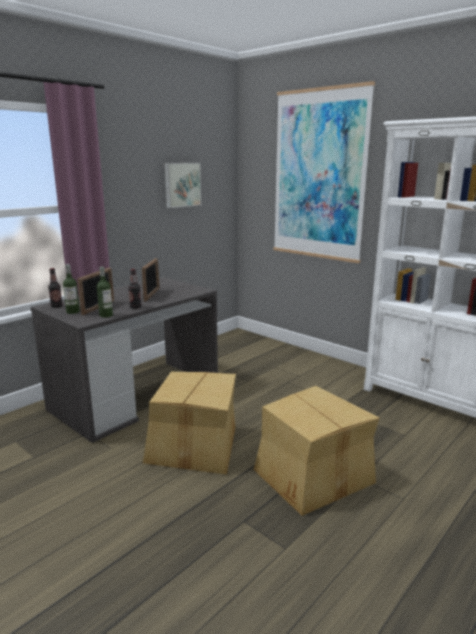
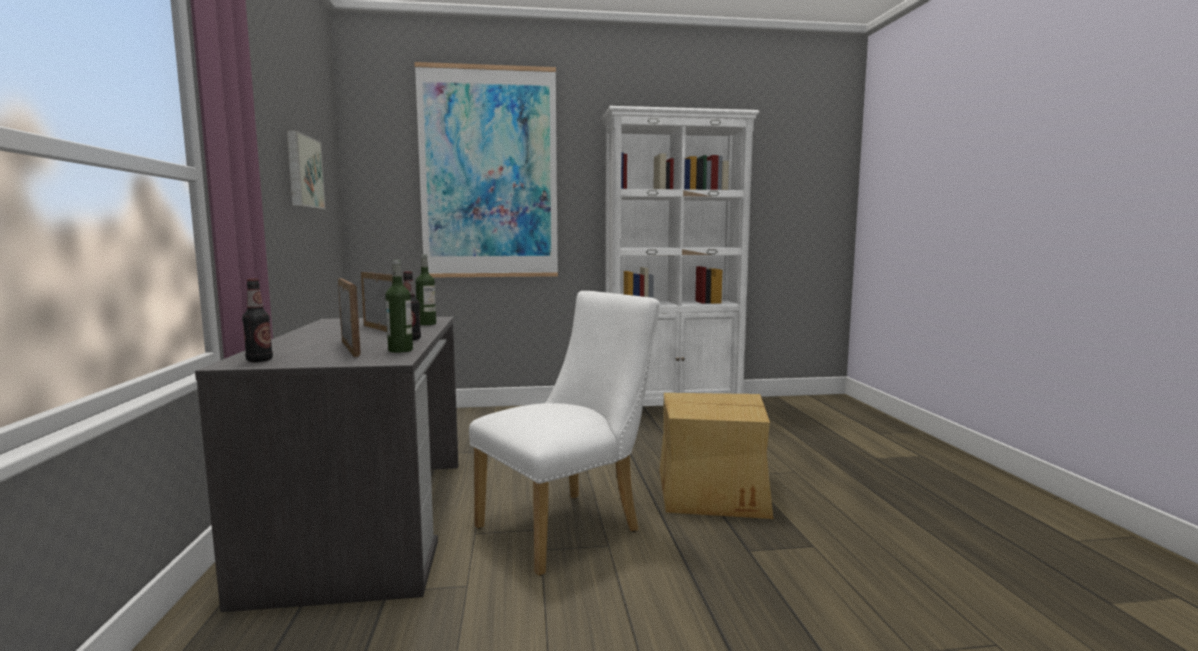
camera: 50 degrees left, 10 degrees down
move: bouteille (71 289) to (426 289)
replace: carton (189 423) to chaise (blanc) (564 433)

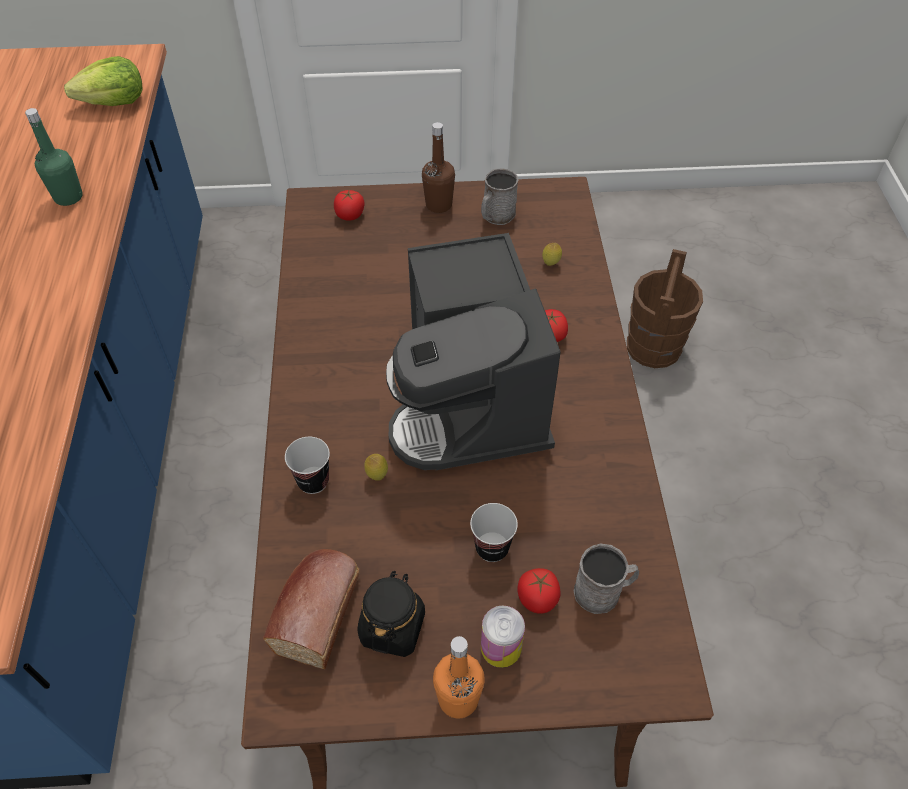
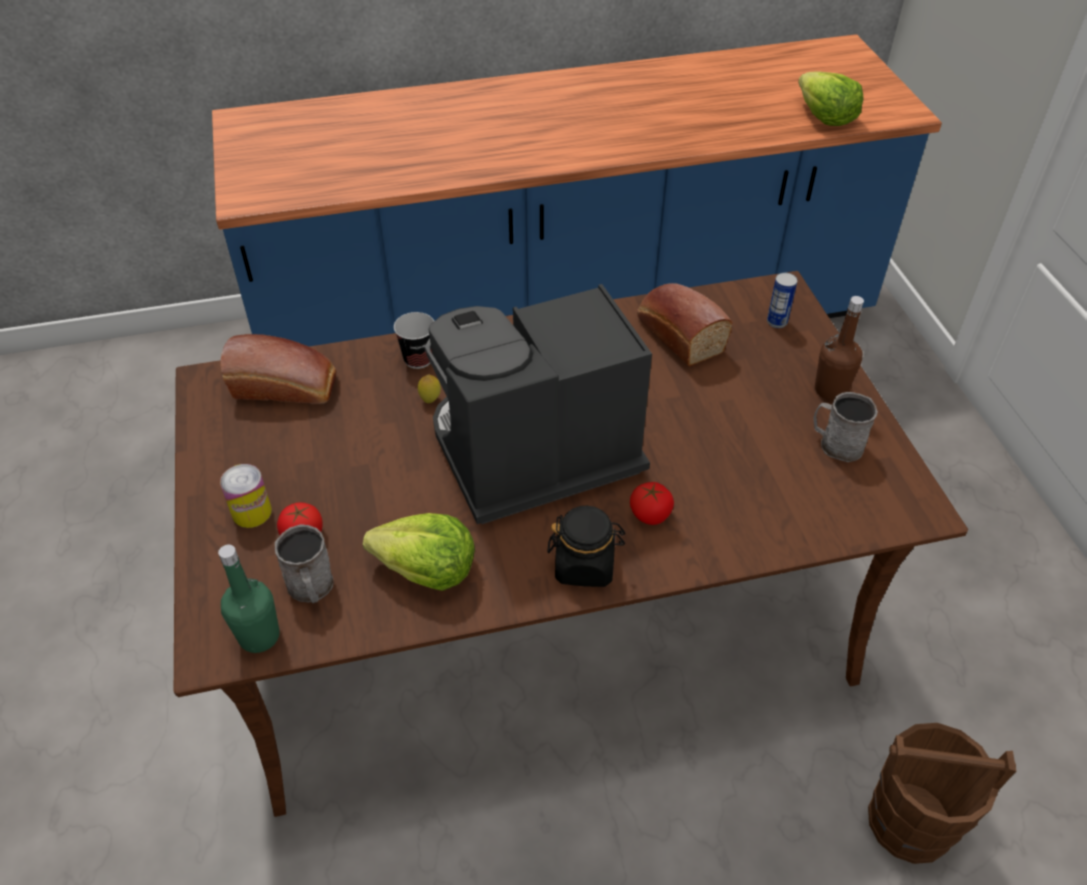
camera: 80 degrees right, 5 degrees down
delete: citron (552 254); tasse (494 532); bouteille (orange) (459 677)
insert: pain (685 325); laitue (419 552)
move: bouteille (vert) (54 157) to (249 598); bocal (noir) (391 614) to (586 546)
replace: tomate (349 205) to boîte métallique (782 300)

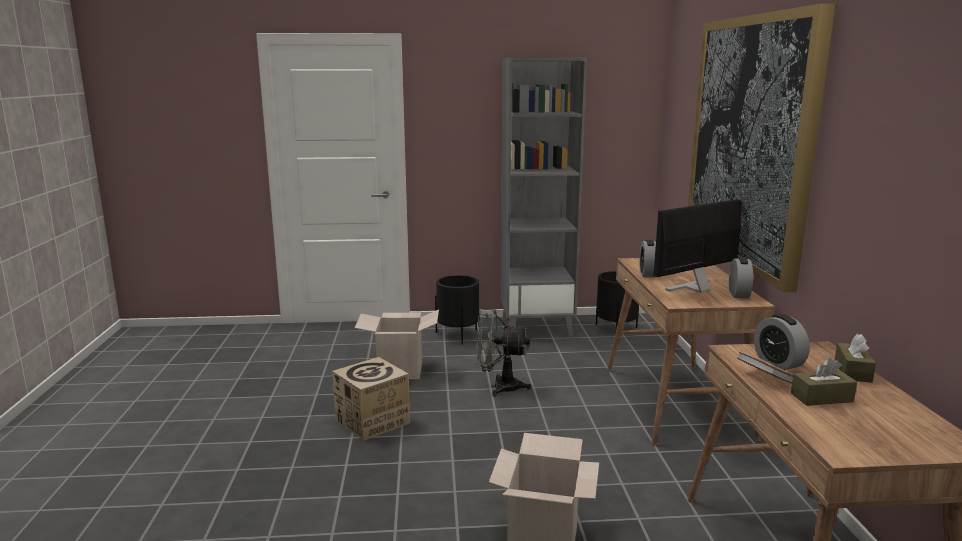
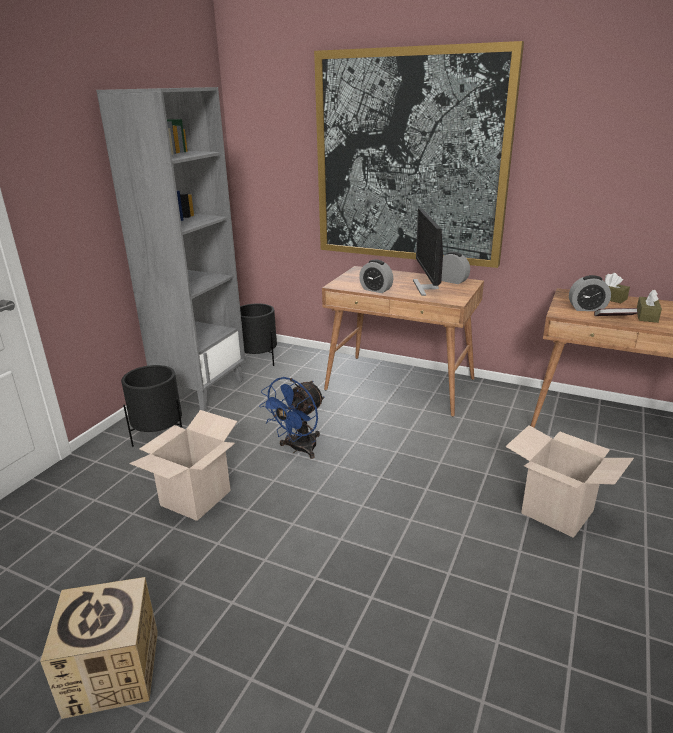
camera: 60 degrees left, 10 degrees up
move: carton (371 399) to (99 648)
recolor: ventilateur (gris) (503 352) to ventilateur (bleu) (292 418)

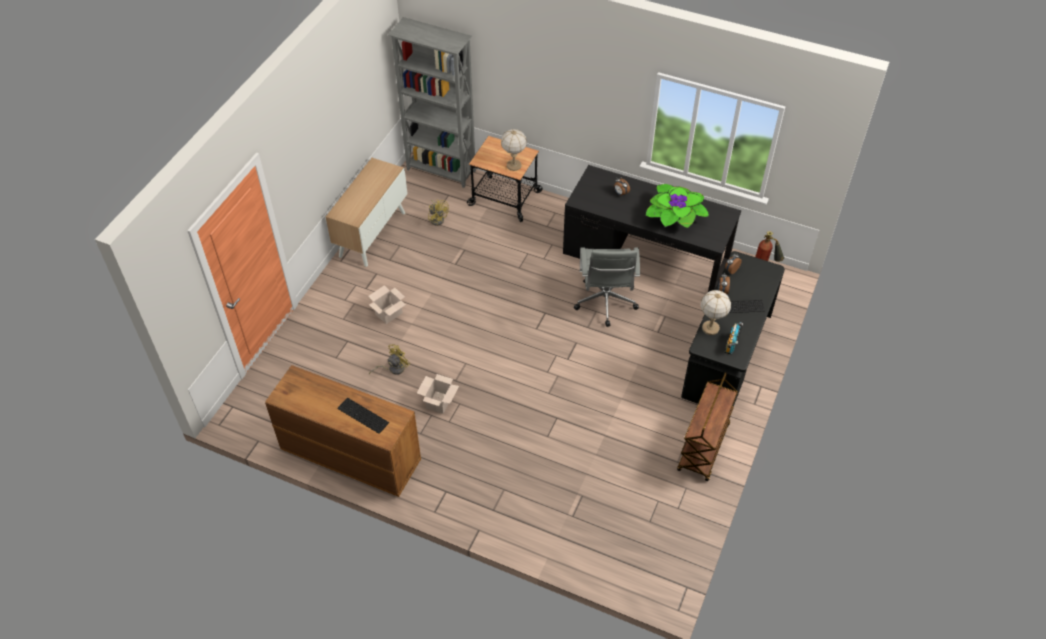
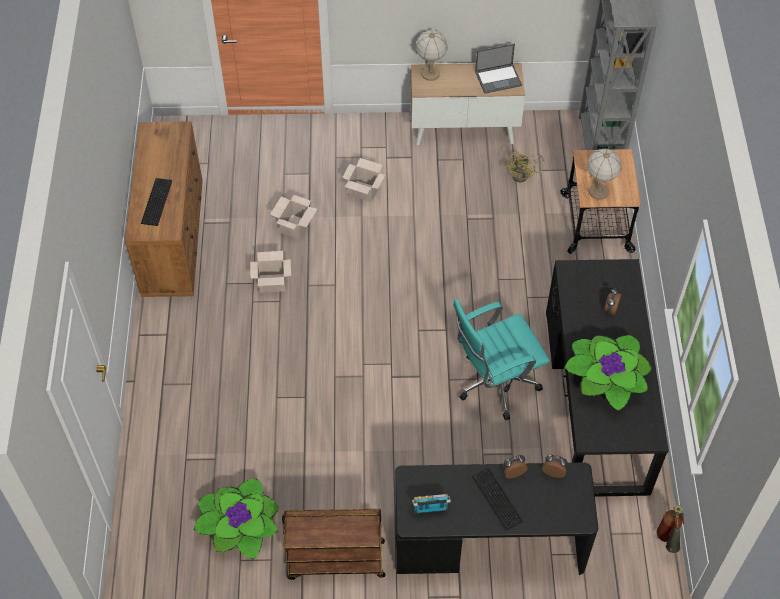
camera: 65 degrees right, 5 degrees up
insert: ordinateur portable (498 69); plante en pot (236 519)
move: lampe de table (716 312) to (432 55)
replace: ventilateur (jaune) (390 359) to carton (293 217)
recolor: chaise de bureau (gris) (607 287) to chaise de bureau (turquoise) (501 359)

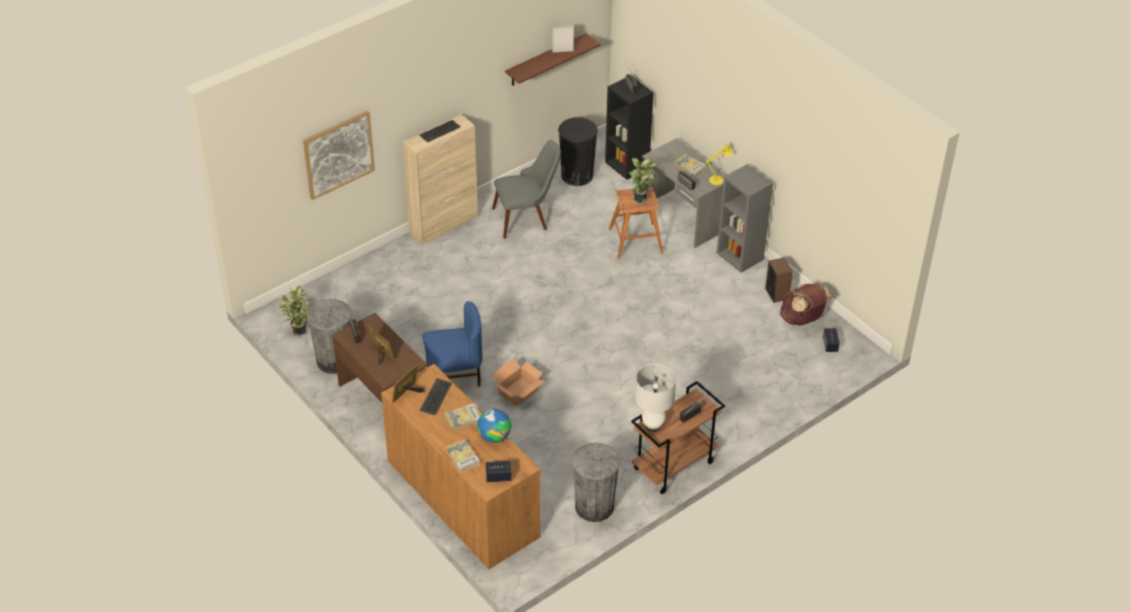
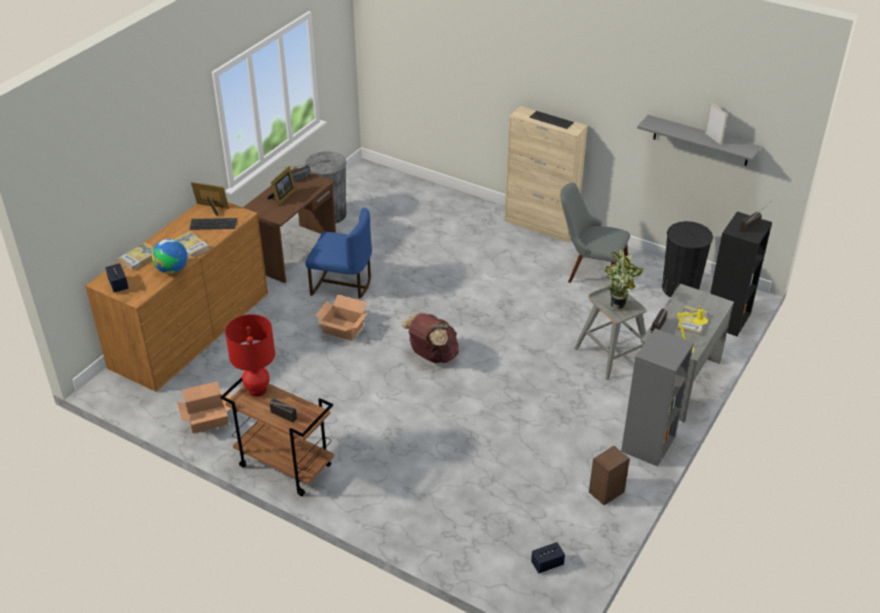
camera: 70 degrees right, 5 degrees down
delete: tableau (339 155); plante en pot (295 311)
move: sac à dos (marron) (807 305) to (430 338)
replace: poubelle (gris) (596 482) to carton (204 407)
recolor: étagère (marron) (552 59) to étagère (gris) (699 140); tabouret (marron) (636 223) to tabouret (gris) (610 332); lampe de table (blanc) (655 398) to lampe de table (rouge) (250 355)
rotate: chaise (gris) (526 189) = (595 232) 150 degrees clockwise; chaise (bleu) (453 344) = (338 253) 45 degrees counterclockwise

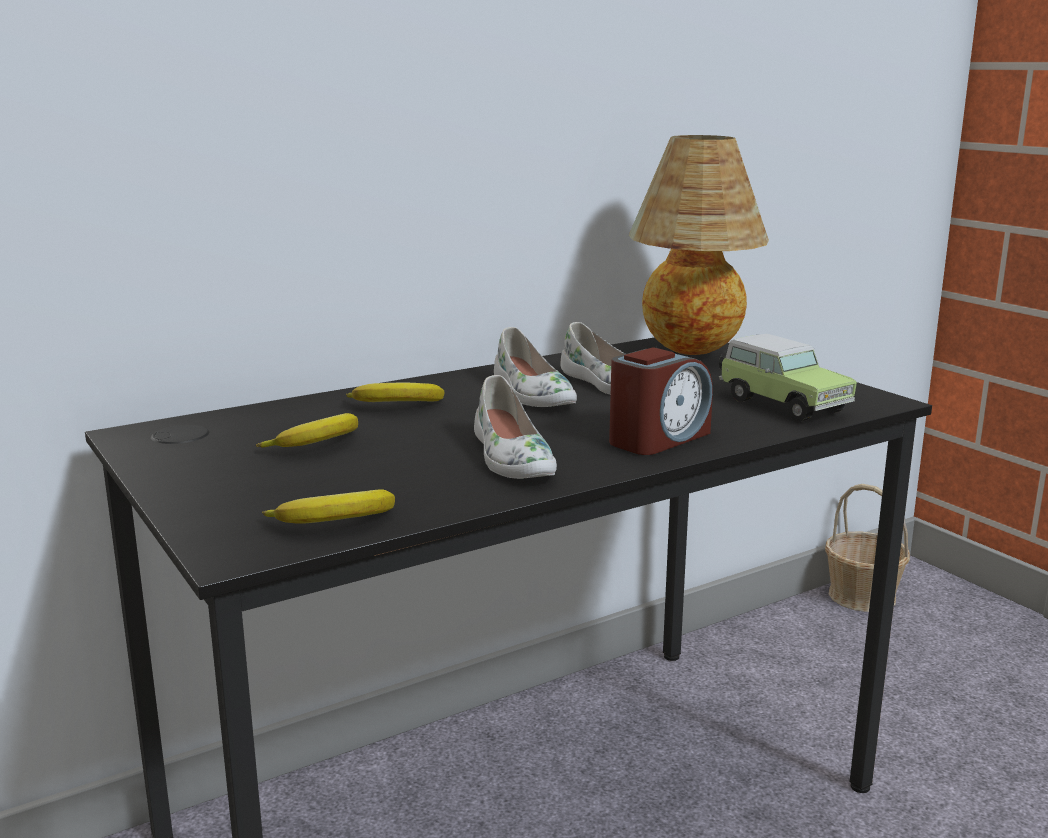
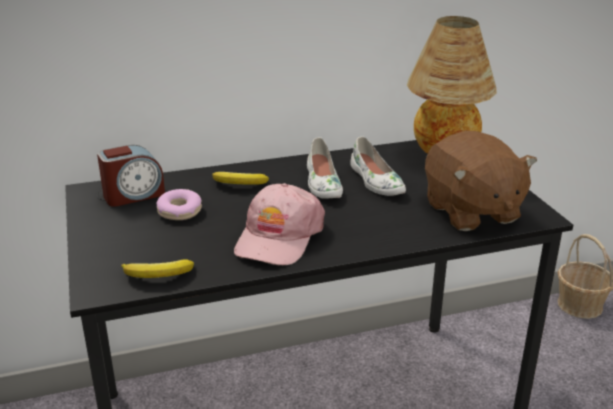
camera: 15 degrees right, 10 degrees up
move: réveil (661 401) to (131 176)
replace: petite voiture (788 378) to peluche (marron) (481 181); chaussure (blanc) (515 427) to casquette (rose) (279 224); banane (307 430) to beignet (179 204)

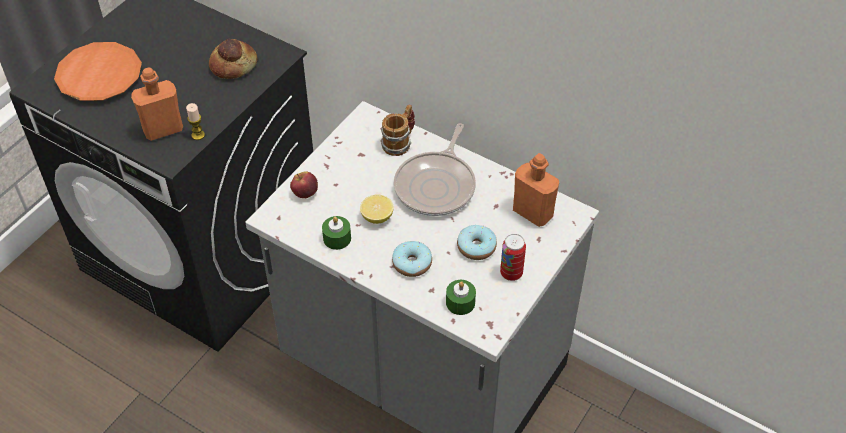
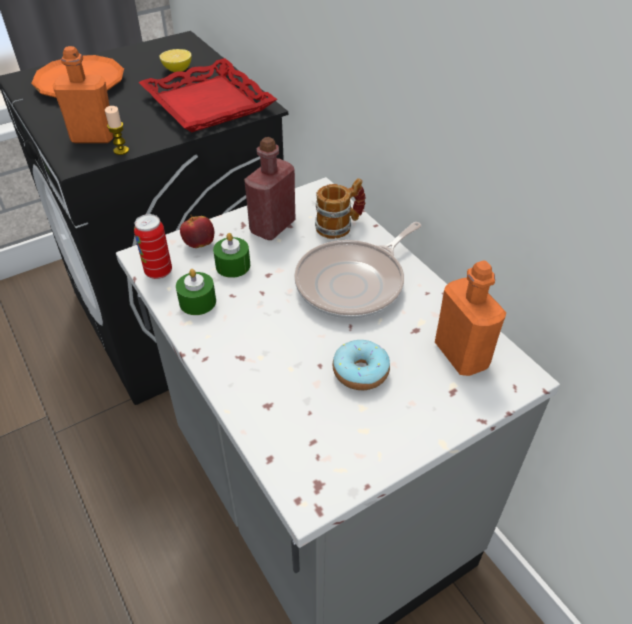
camera: 25 degrees right, 5 degrees down
delete: beignet (412 259)
insert: bouteille (rouge) (270 188)
move: citron (377 209) to (175 60); boîte métallique (513 257) to (153 246); bougie (vert) (461 297) to (231 255)
replace: pain (233 59) to plateau (rouge) (208 95)

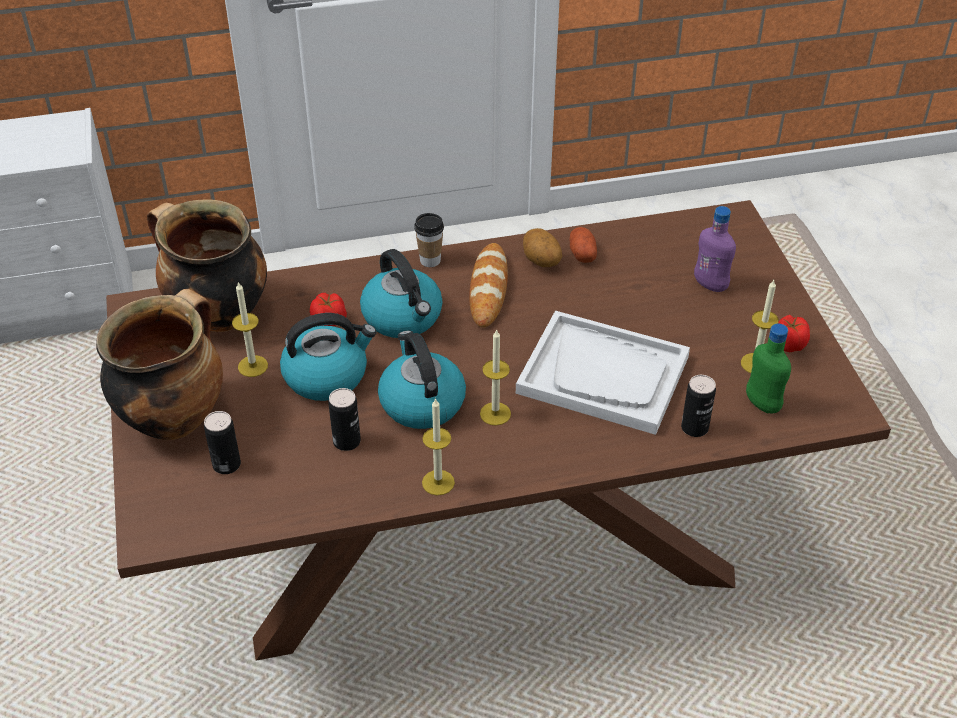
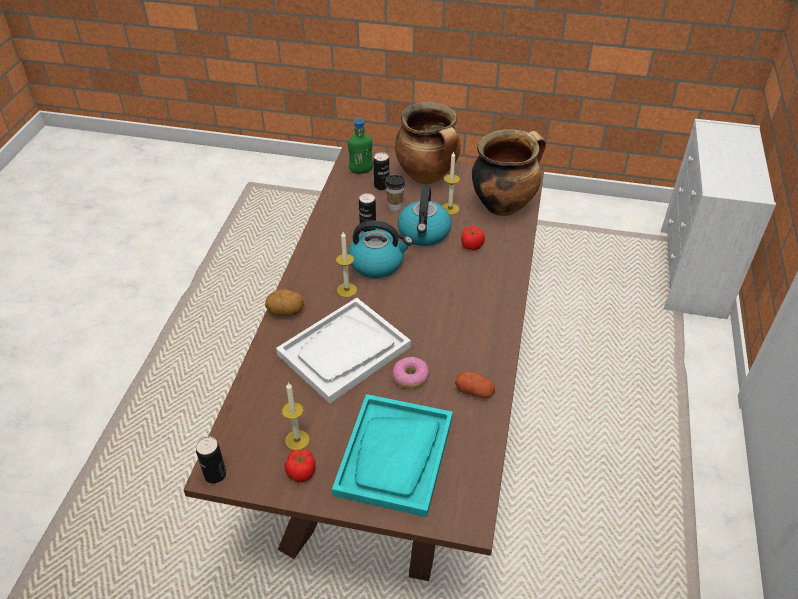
camera: 115 degrees right, 0 degrees up
delete: pain (488 285); bouilloire (401 293); bougie (438 447)
insert: beignet (410 373)
move: tasse (429 240) to (395 193); pomme de terre (542 247) to (284 302); bouteille (vert) (768 368) to (360 146); boîte métallique (698 406) to (211 460)
replace: bouteille (violet) (715 249) to plateau (turquoise) (392 455)

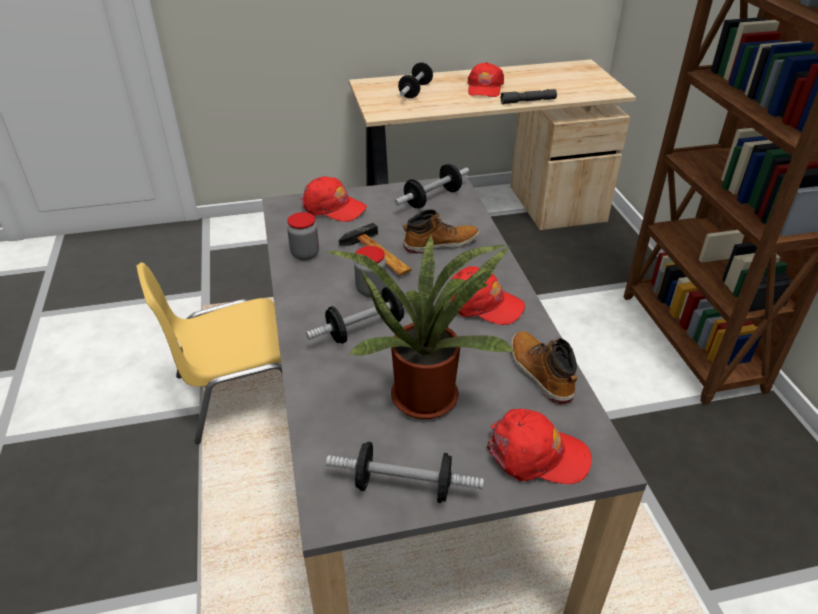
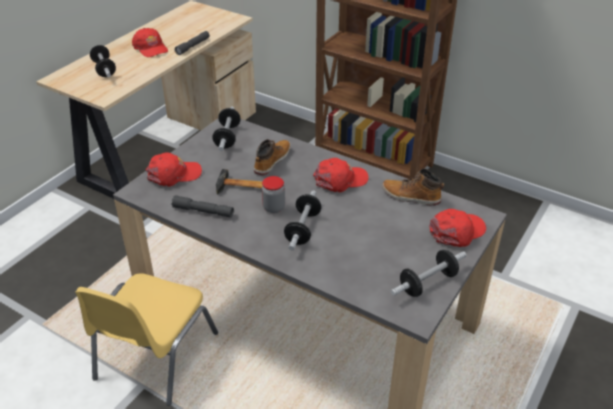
camera: 45 degrees left, 0 degrees up
delete: plante en pot (420 326)
replace: bocal (303 236) to lampe de poche (gris) (203 206)

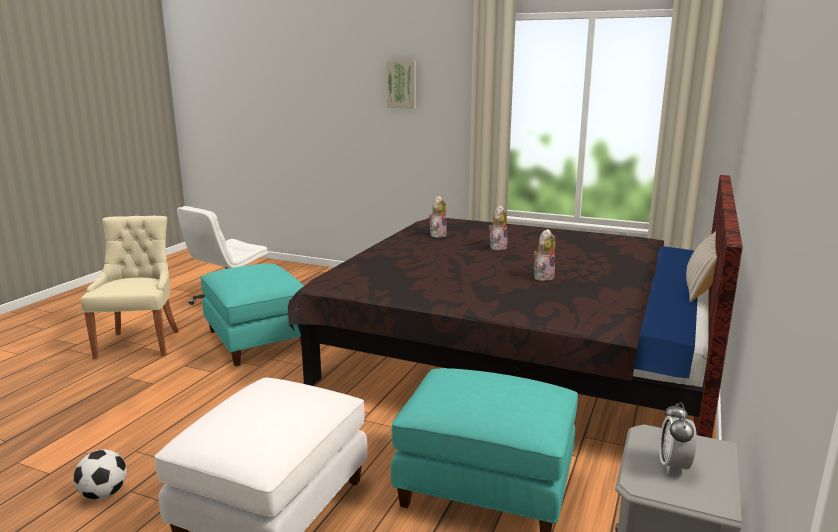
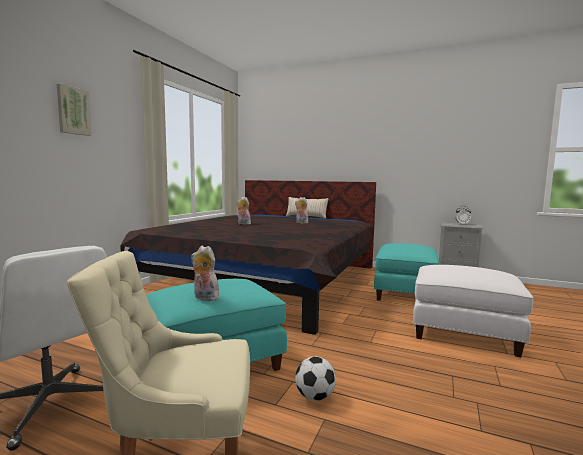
camera: 90 degrees left, 10 degrees down
move: peluche (438 216) to (205 273); ballon de foot (100 474) to (315 379)

